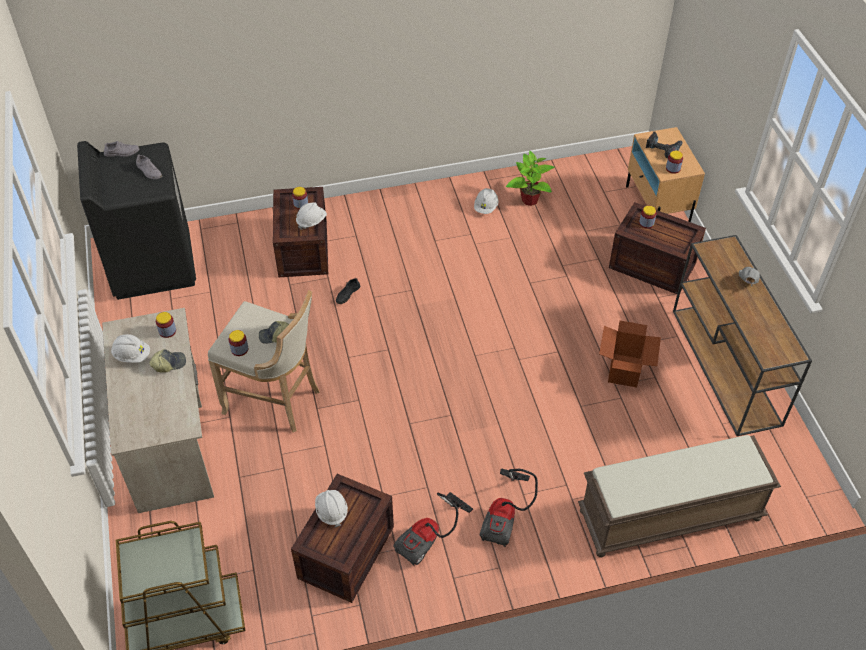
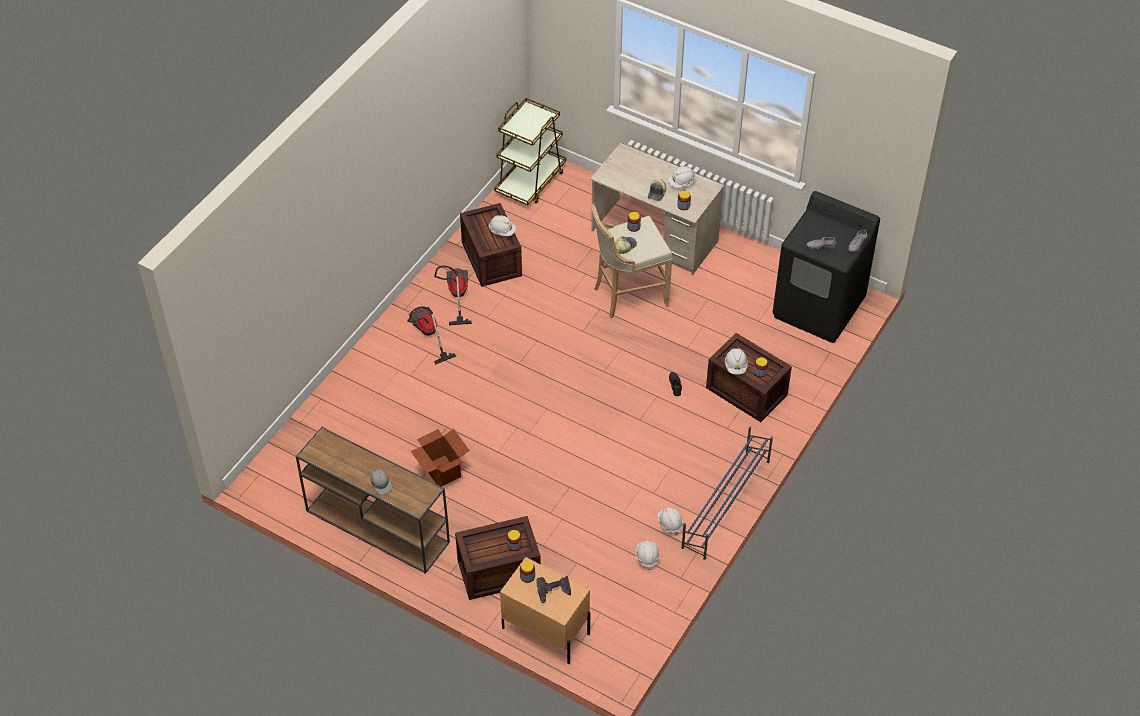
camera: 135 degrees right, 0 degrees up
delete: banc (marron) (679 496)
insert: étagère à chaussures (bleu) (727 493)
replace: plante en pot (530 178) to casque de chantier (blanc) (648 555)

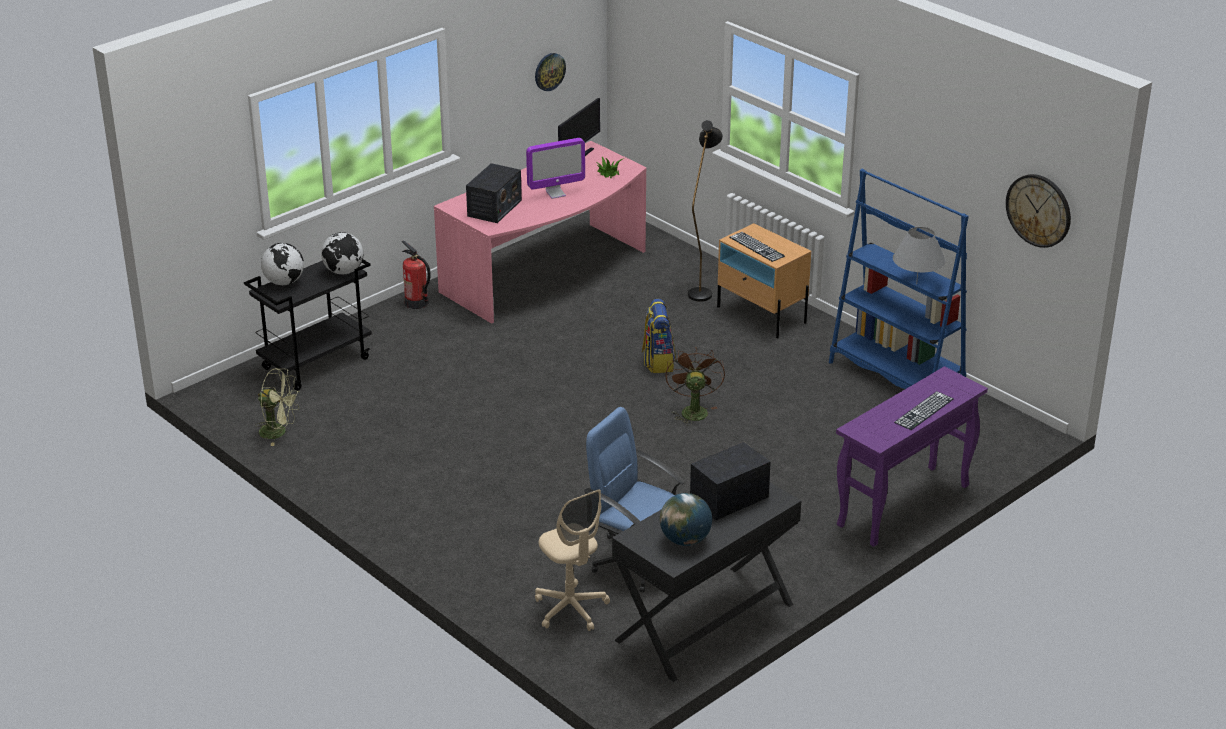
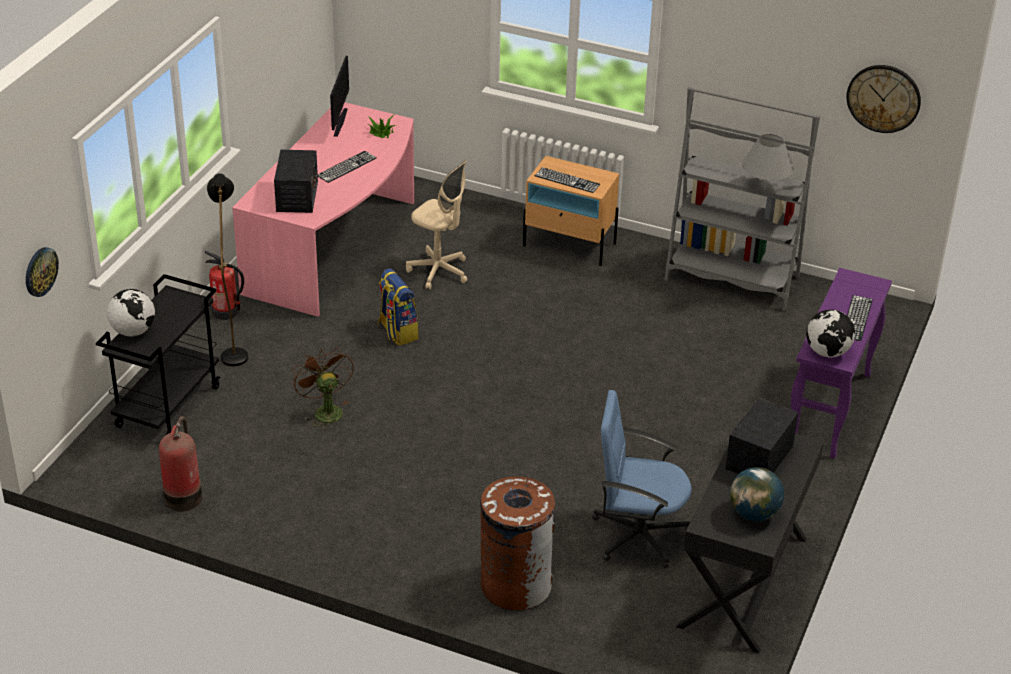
camera: 25 degrees left, 5 degrees up
insert: poubelle (marron) (517 543)
move: horloge murale (550 72) to (42 272); lampadaire (noir) (705 211) to (227 269); globe (342 253) to (830 334); sac à dos (658 336) to (398 307); ventilateur (marron) (695 386) to (323 388); chaise de bureau (beige) (572 560) to (436 224)
replace: écran d'ordinateur (555 168) to clavier (347 167); ventilateur (vert) (277 407) to extincteur (180 464)
recolor: bibliothèque (bleu) (899 279) to bibliothèque (gris) (742 199)

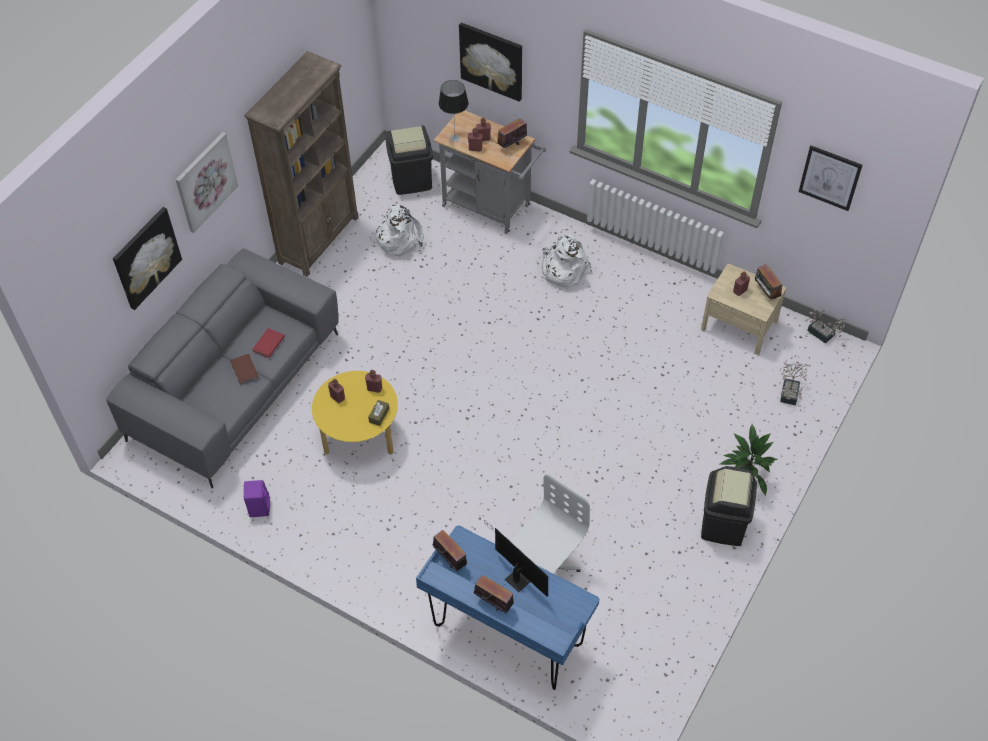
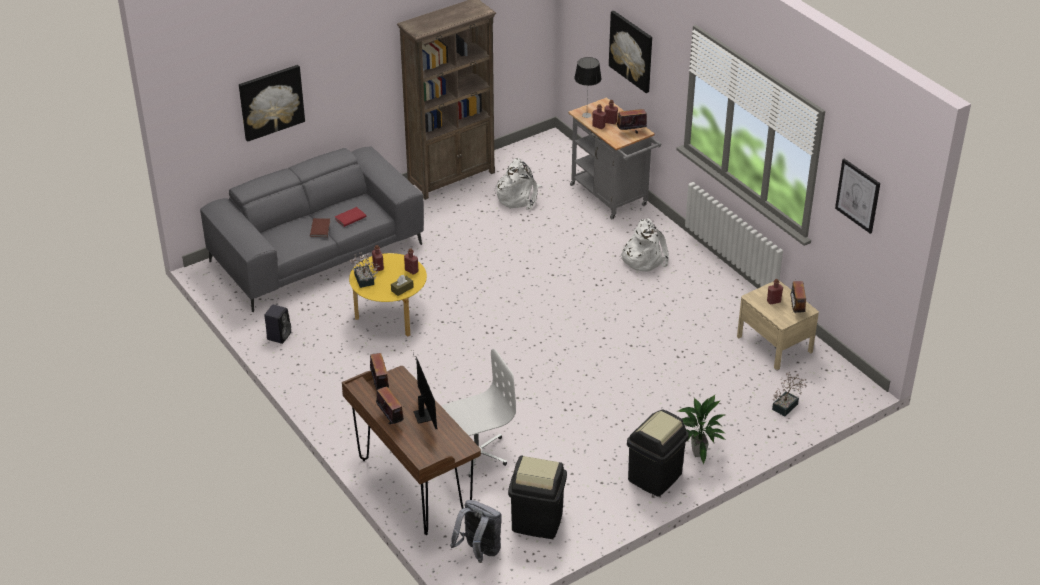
camera: 25 degrees right, 15 degrees down
delete: tableau (207 182)
insert: sac à dos (gris) (476 531)
move: poubelle (noir) (409 160) to (537 497); plante en pot (826 326) to (365 270)
recolor: enceinte (violet) (257 498) to enceinte (noir) (277 324); bureau (bleu) (507 608) to bureau (marron) (411 450)

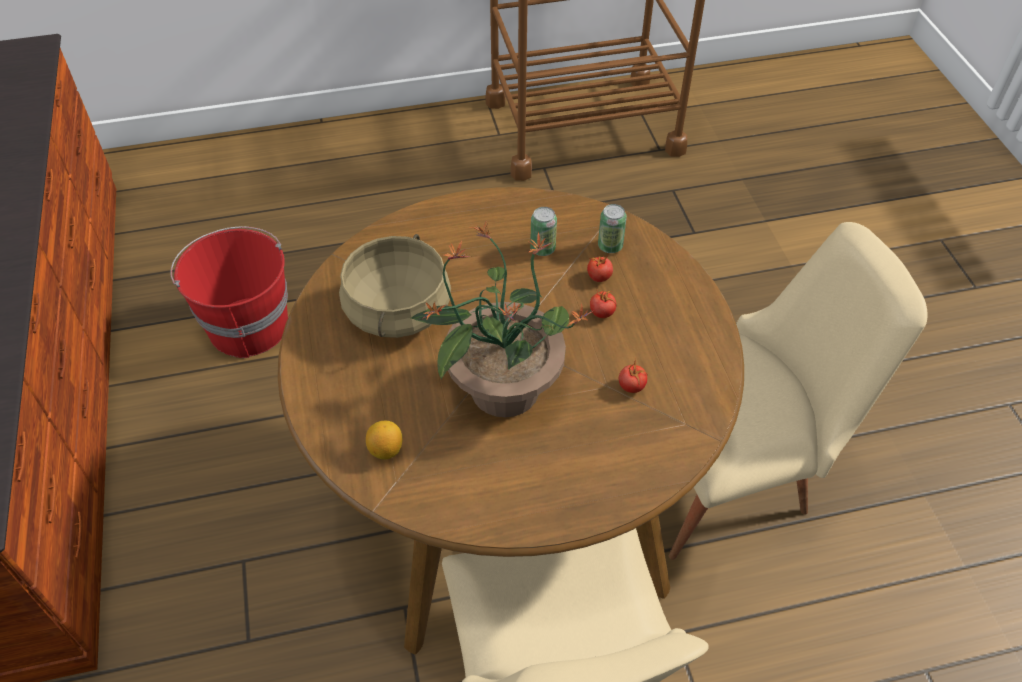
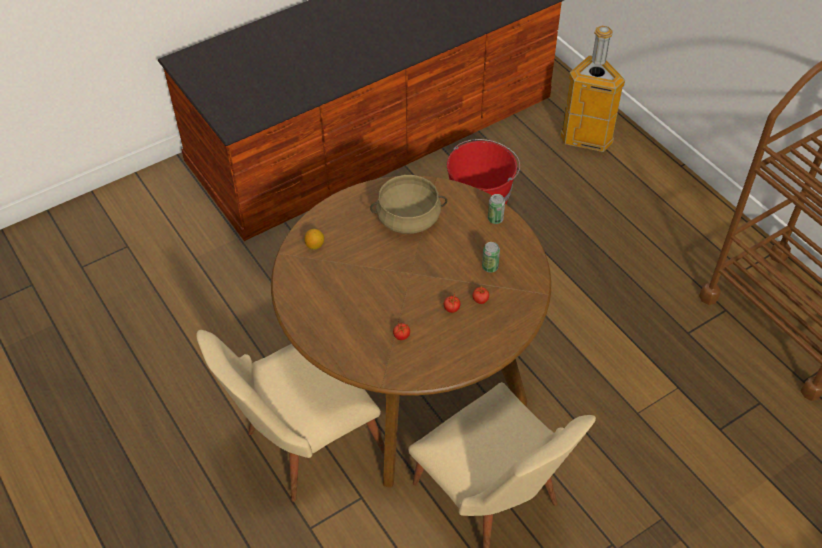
camera: 70 degrees right, 0 degrees up
delete: plante en pot (502 319)
insert: poubelle (593 89)
move: boîte métallique (612 228) to (496 209)

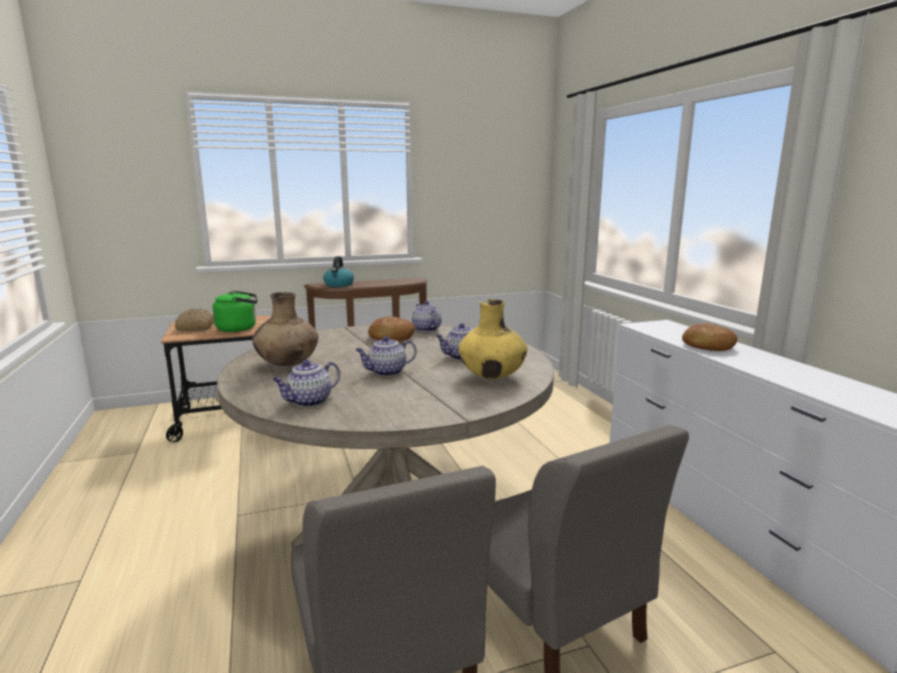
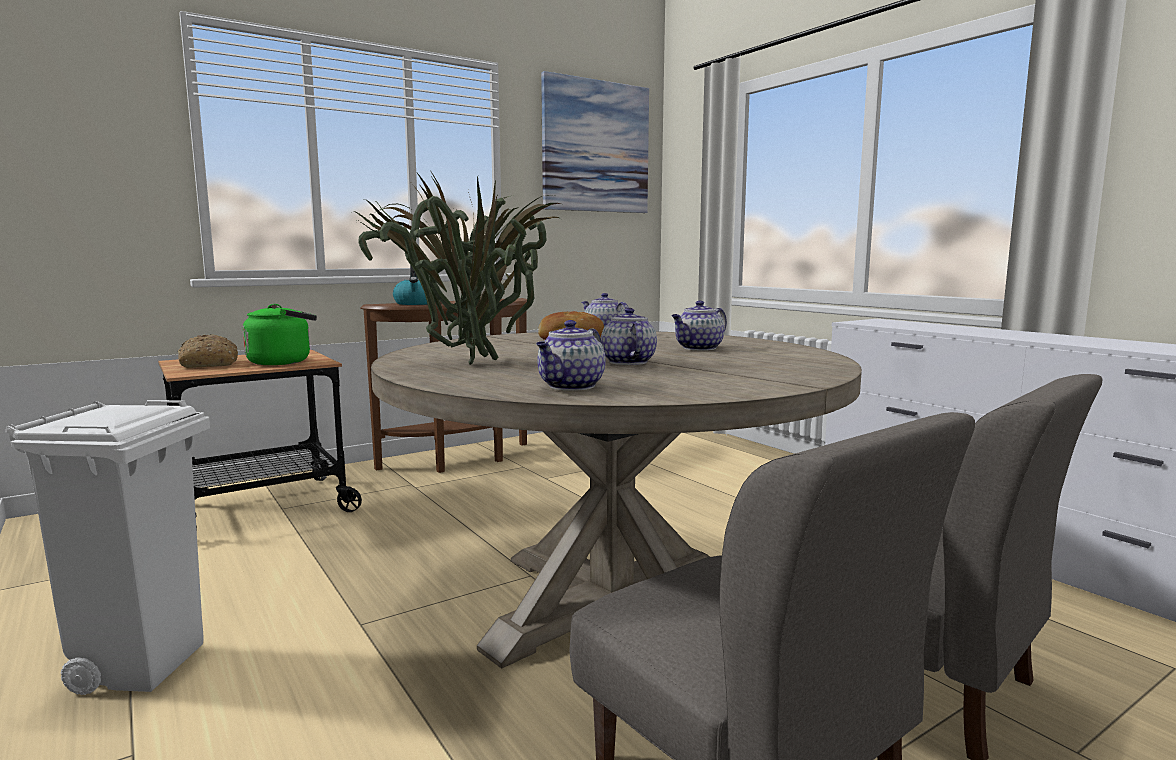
camera: 15 degrees left, 5 degrees down
delete: vase (jaune) (493 339); pain (709 337)
insert: tableau (595 142); poubelle (blanc) (107 547)
replace: vase (marron) (285 329) to plante en pot (456 267)
rotate: théière (386 356) = (629 336) 120 degrees clockwise

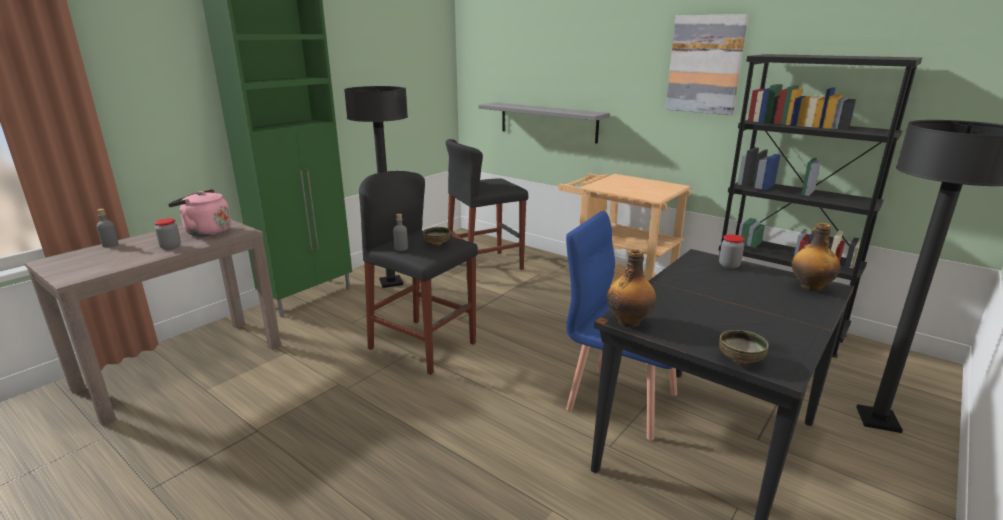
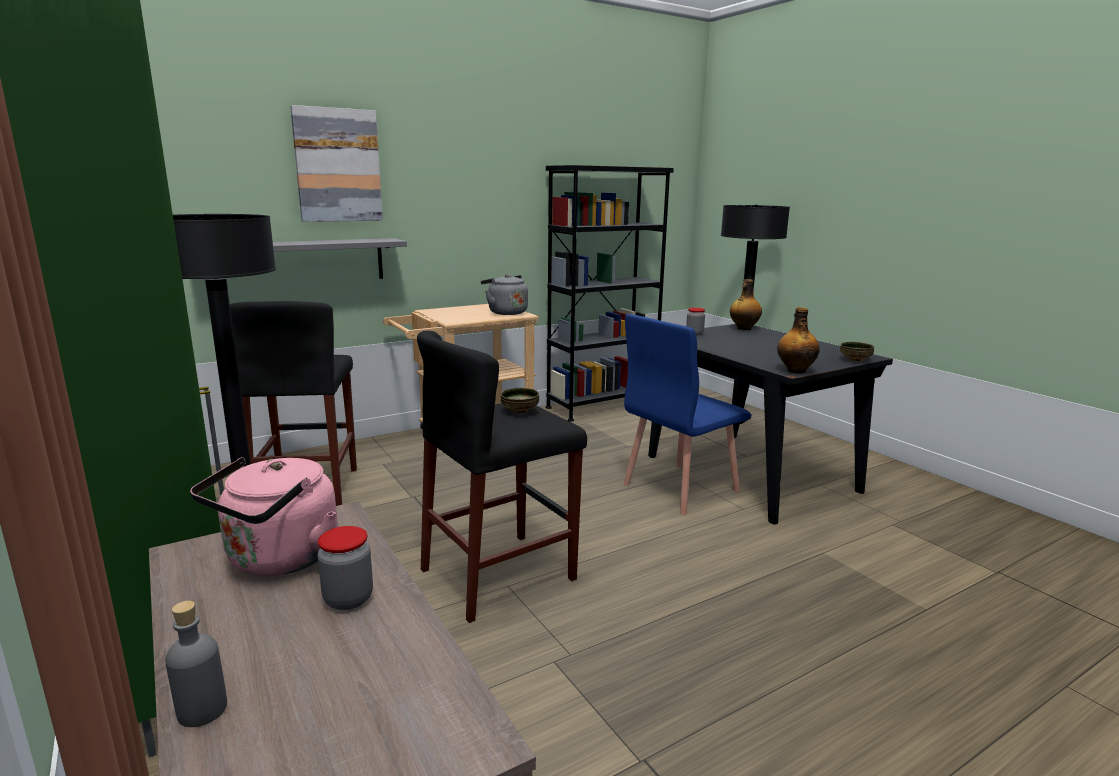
camera: 70 degrees left, 5 degrees down
delete: bouteille (gris) (400 232)
insert: bouilloire (gris) (504 294)
move: tableau (706 64) to (336 163)

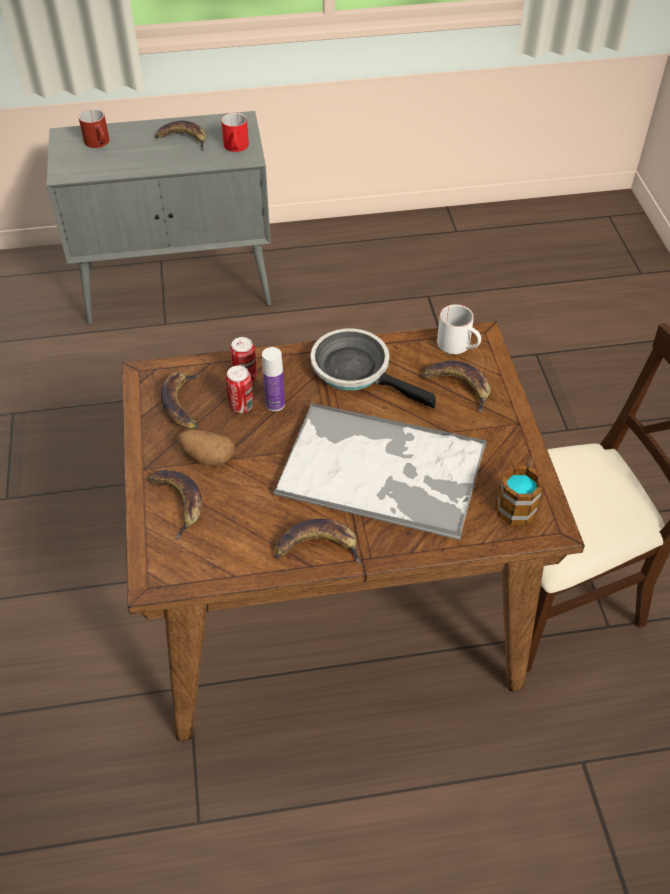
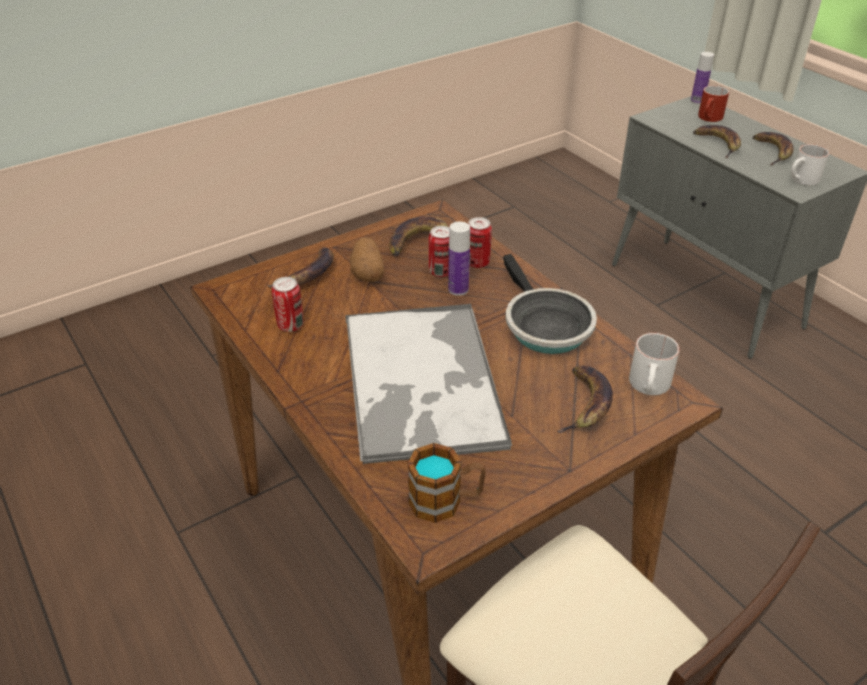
camera: 65 degrees right, 10 degrees down
insert: bouteille (702 78); boîte métallique (288 304)
move: banane (318 541) to (717 141)
recolor: mug (rouge) (235 132) to mug (blanc) (810 165)
rotate: poêle (373 368) = (550 304) 150 degrees clockwise

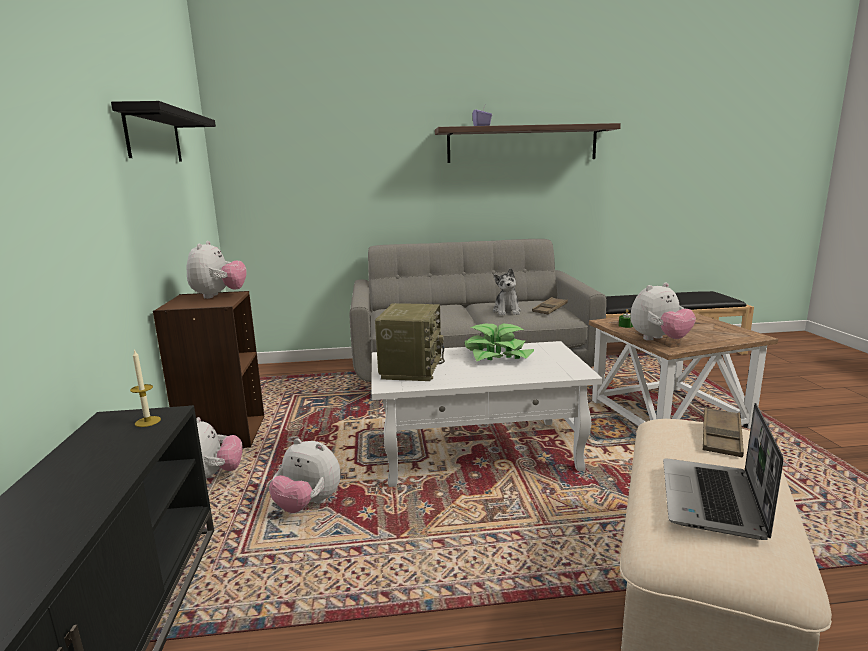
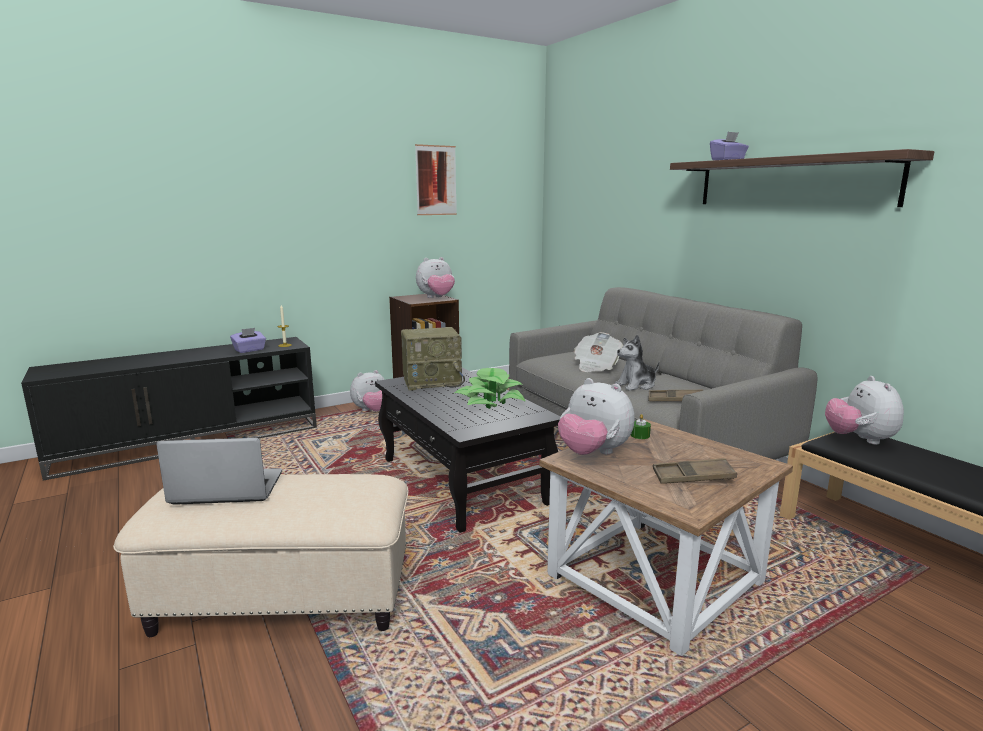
camera: 65 degrees right, 0 degrees up
insert: boîte à mouchoirs (violet) (248 340); journal (599 352)
move: plateau (marron) (723 432) to (695 470); peluche (305 475) to (864 410)
replace: étagère (noir) (163 131) to tableau (436 179)
recolor: table basse (blanc) (487 414) to table basse (noir) (468 450)

